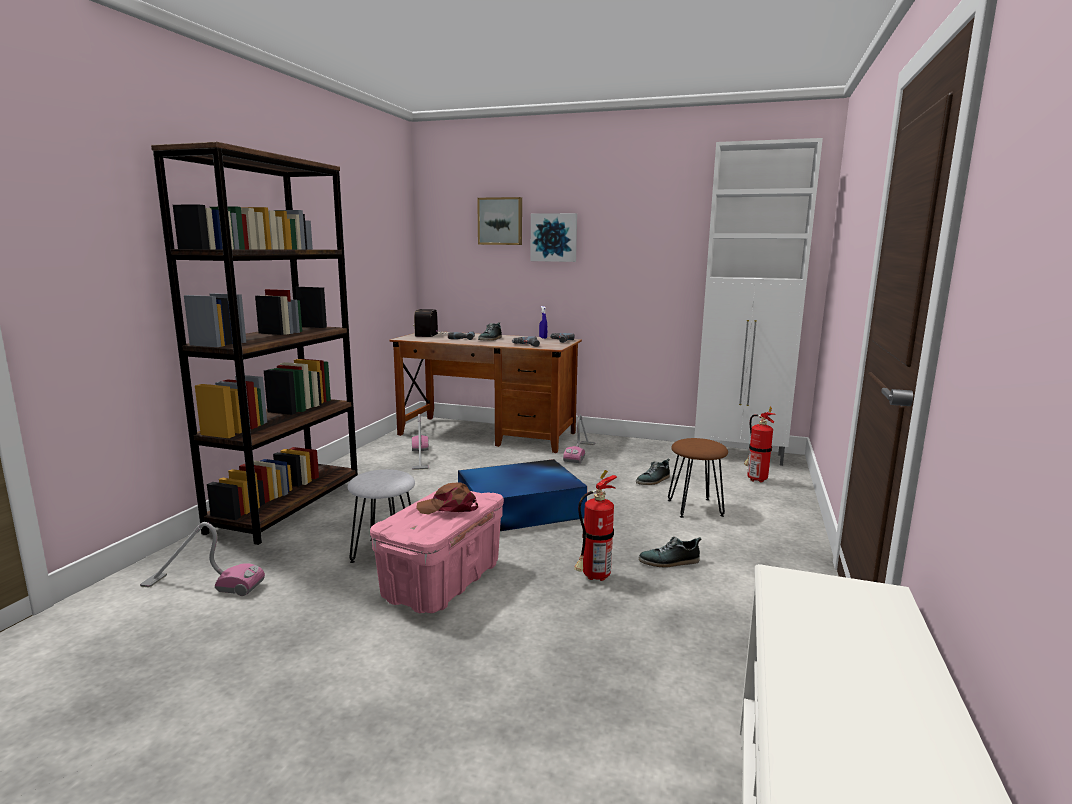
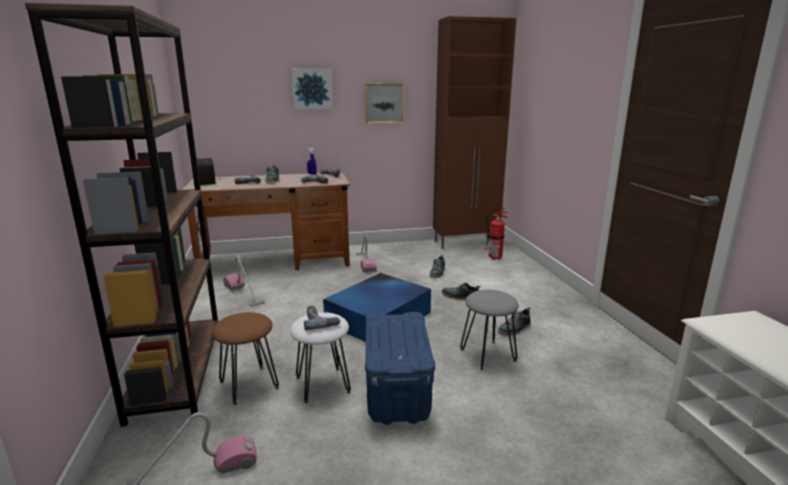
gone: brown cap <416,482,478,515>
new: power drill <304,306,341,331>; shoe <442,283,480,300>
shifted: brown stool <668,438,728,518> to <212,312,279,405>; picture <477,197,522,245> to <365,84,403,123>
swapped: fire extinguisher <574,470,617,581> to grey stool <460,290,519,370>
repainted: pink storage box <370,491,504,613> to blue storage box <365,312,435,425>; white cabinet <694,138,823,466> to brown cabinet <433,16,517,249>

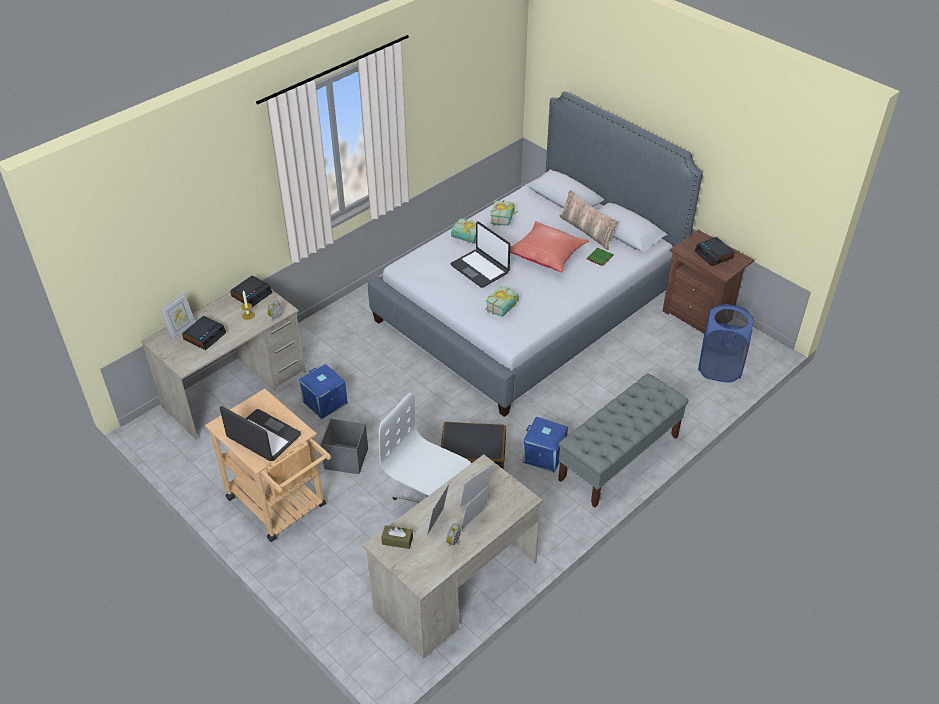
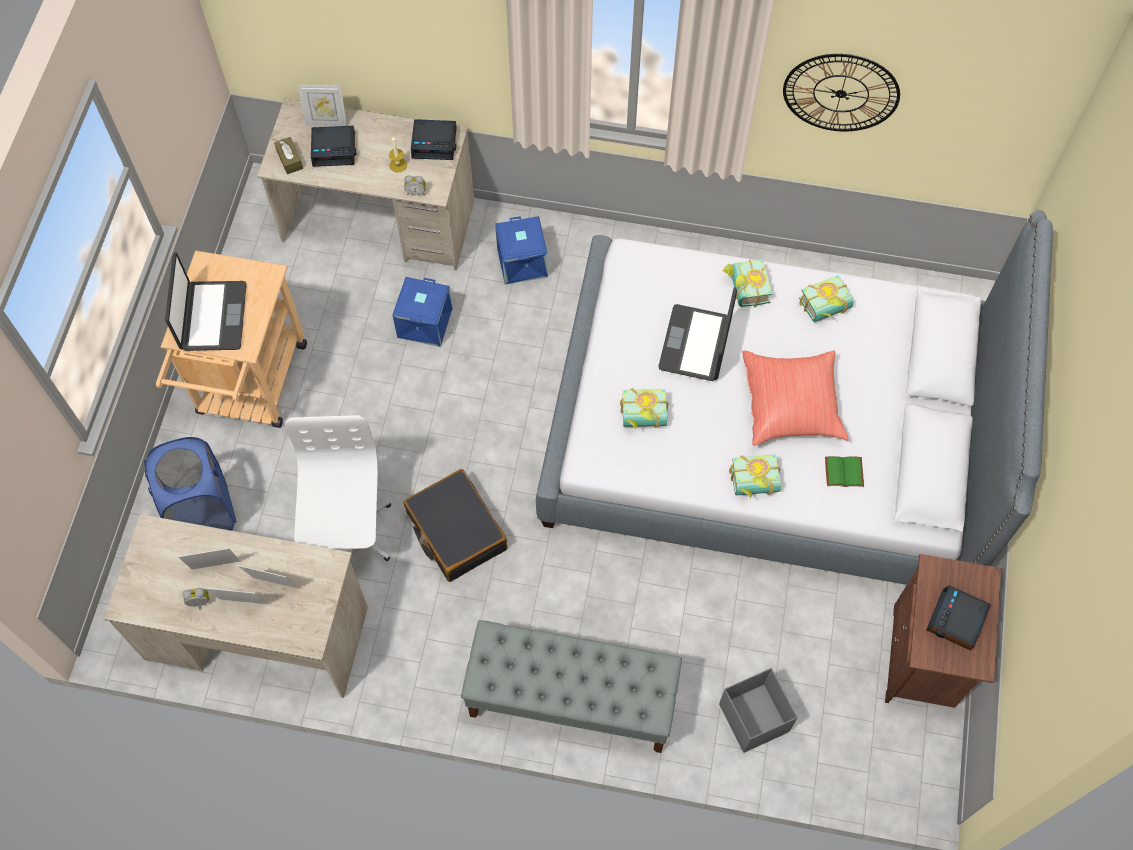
gone: pillow <560,190,618,250>
new: book <729,454,781,498>; wall clock <783,54,900,131>
shifted: blue laundry basket <698,304,754,383> to <144,437,236,531>; brown tissue box <381,525,413,549> to <274,137,303,174>; blue storage box <522,417,568,473> to <495,216,548,284>; grey storage box <321,419,368,474> to <719,668,798,753>

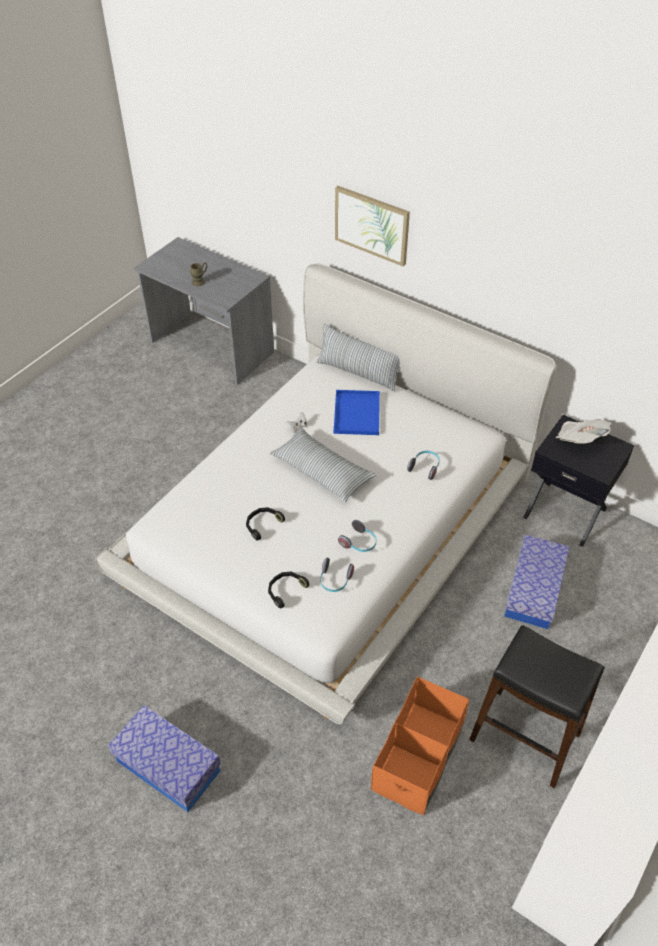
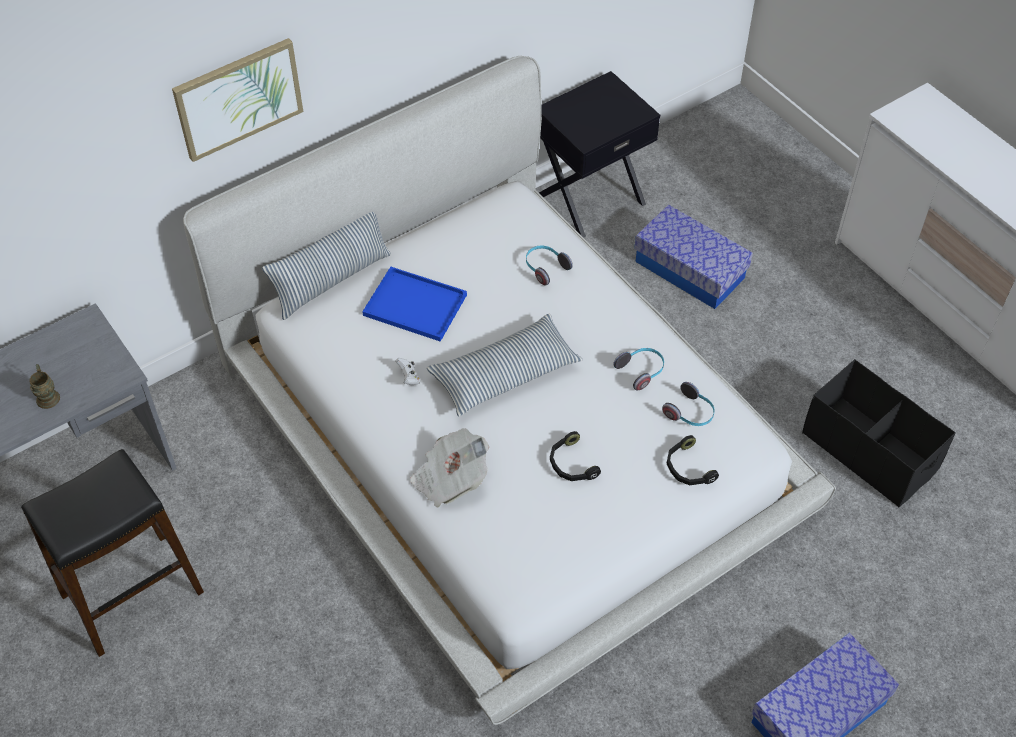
shifted: black stool <469,625,605,788> to <21,449,204,657>; newspaper <556,419,611,444> to <411,428,489,508>
repainted: orange storage box <371,676,469,815> to black storage box <802,359,956,508>

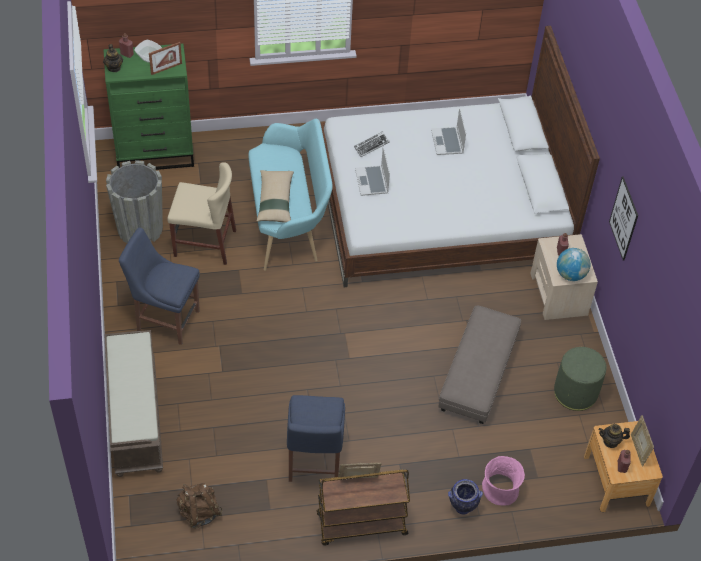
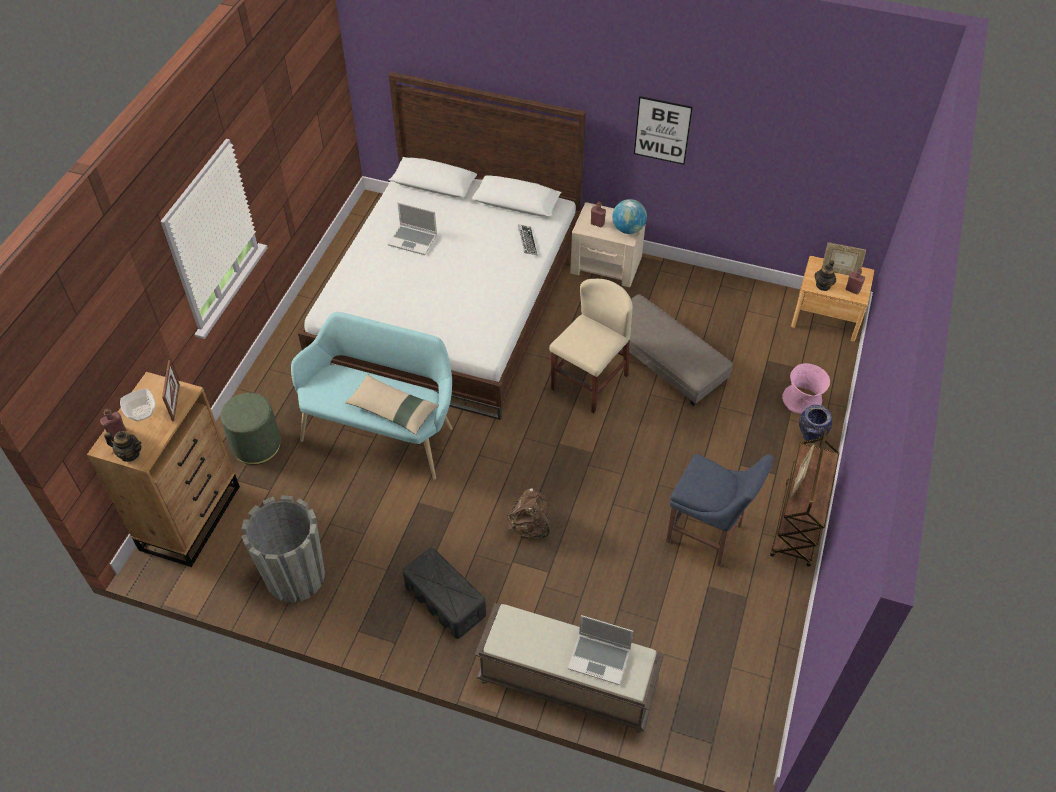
shifted: green ottoman <554,347,606,411> to <220,393,281,465>; brown backpack <176,483,223,528> to <507,488,550,539>; keyboard <354,131,390,157> to <518,224,538,255>; beige chair <167,162,236,265> to <549,279,633,413>; laptop <355,147,390,196> to <568,615,633,685>
swapped: blue chair <119,228,200,345> to black storage box <403,548,486,639>
repainted: green dresser <104,44,194,170> to brown dresser <87,372,240,567>

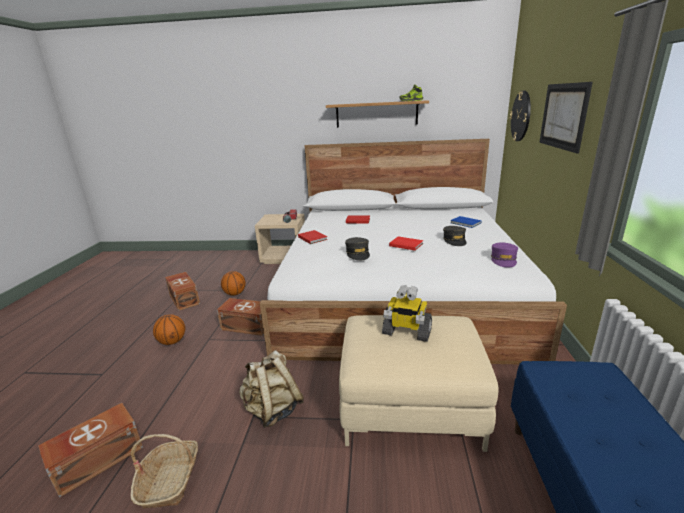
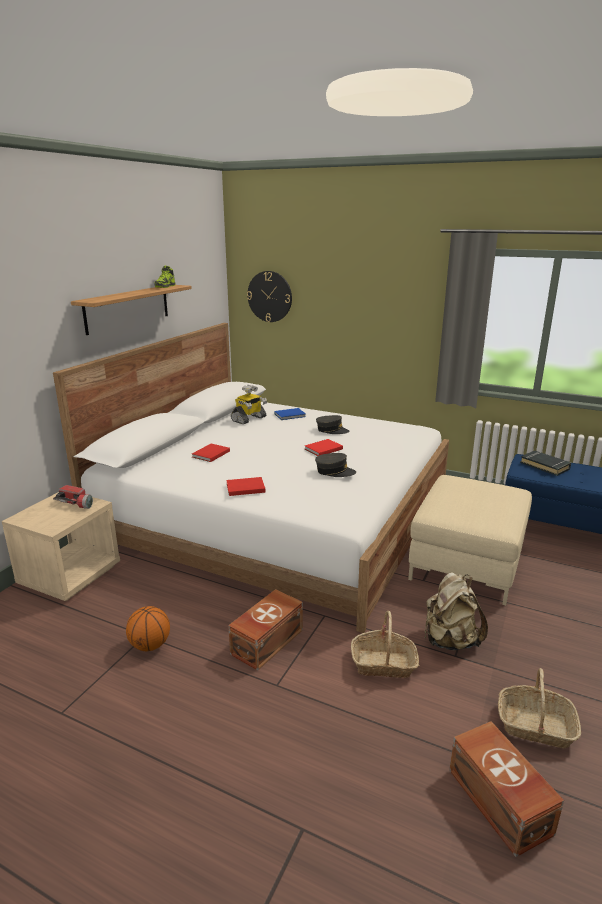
gone: basketball <153,314,185,345>; brown storage box <165,272,200,311>; purple cap <491,243,518,268>; picture <539,82,593,154>
new: basket <351,611,419,678>; black book <520,450,571,476>
shifted: toy robot <382,285,432,342> to <231,385,267,424>

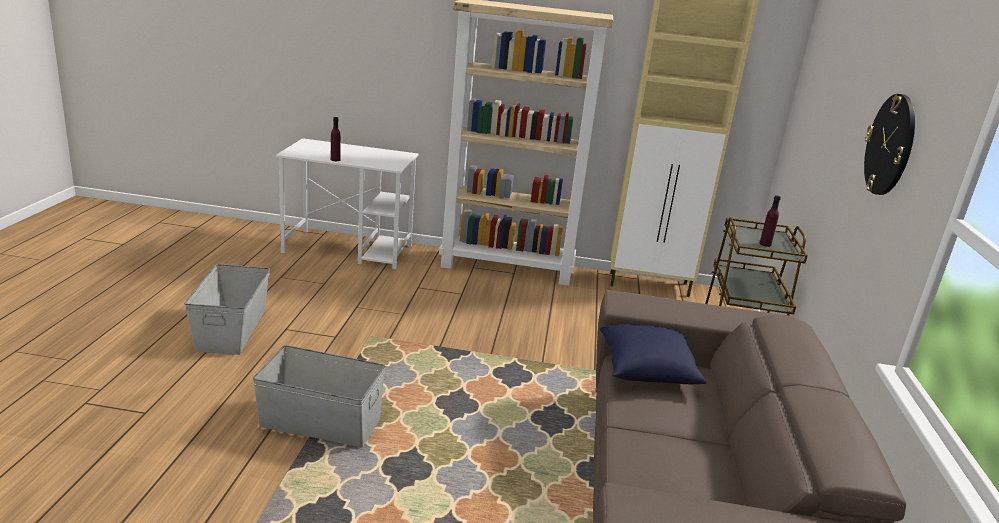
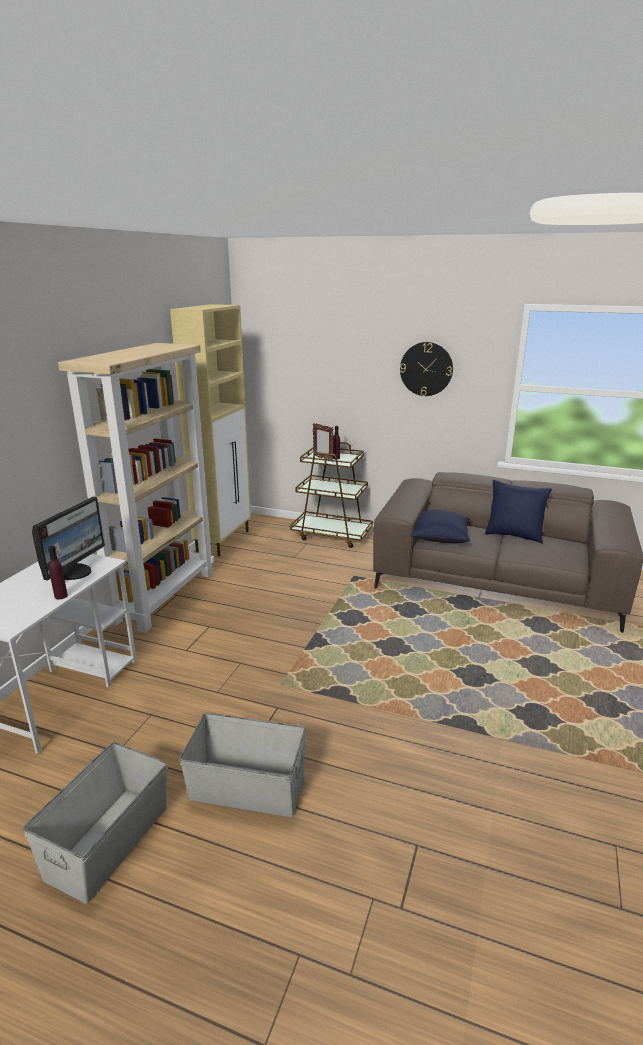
new: monitor <32,496,105,581>; picture frame <313,423,333,462>; blue pillow <485,480,552,544>
shifted: grey storage box <253,345,385,447> to <23,742,167,904>

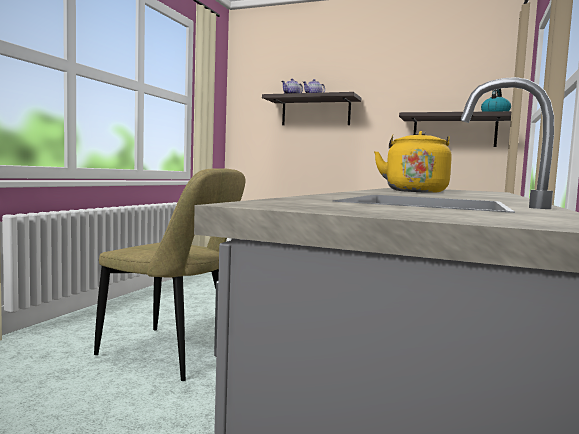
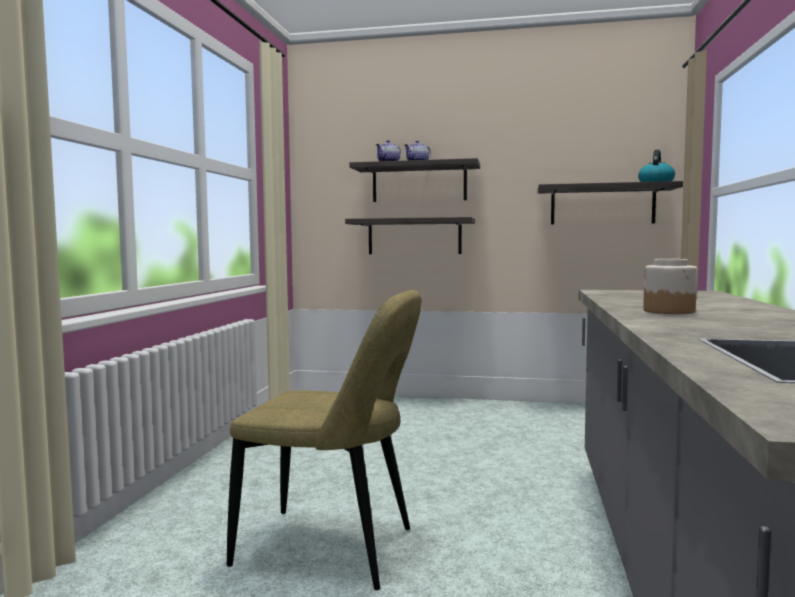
new: shelf <345,217,475,254>
swapped: yellow kettle <374,131,452,193> to jar <643,259,697,314>

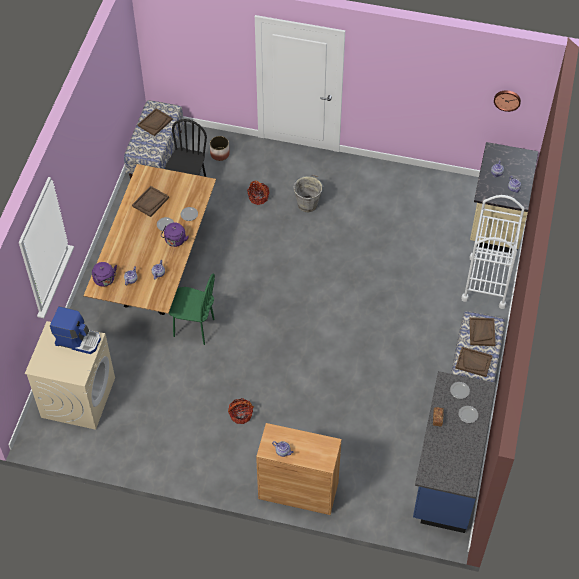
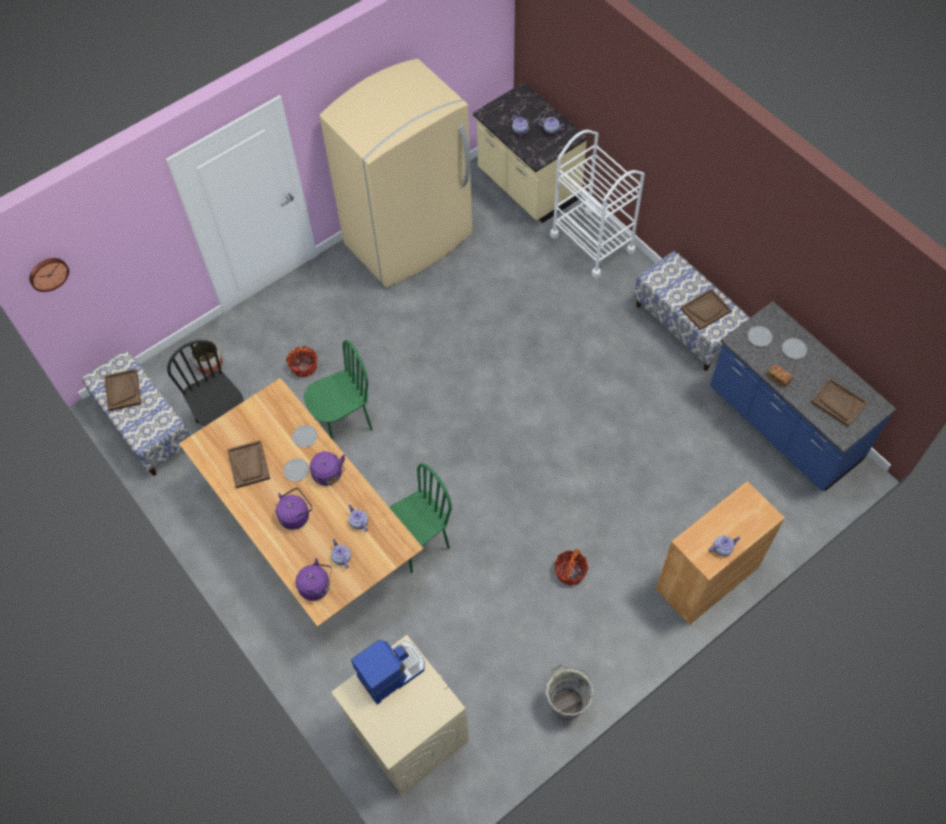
new: purple kettle <276,488,313,530>; green chair <304,340,373,441>; beige fridge <319,59,472,288>
shifted: wall clock <494,91,521,112> to <29,258,69,292>; grey bucket <293,174,324,212> to <545,665,594,720>; brown tray <469,317,496,346> to <810,378,868,427>

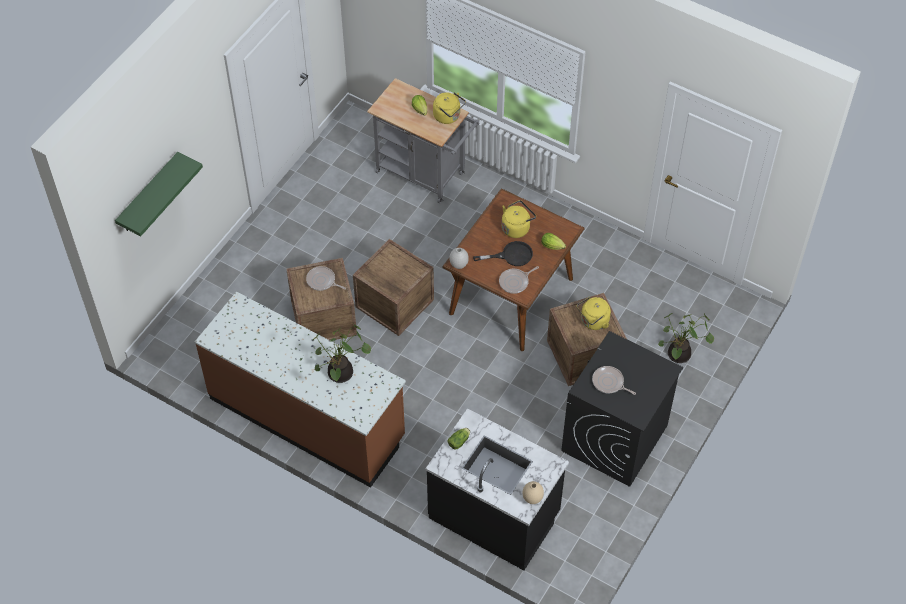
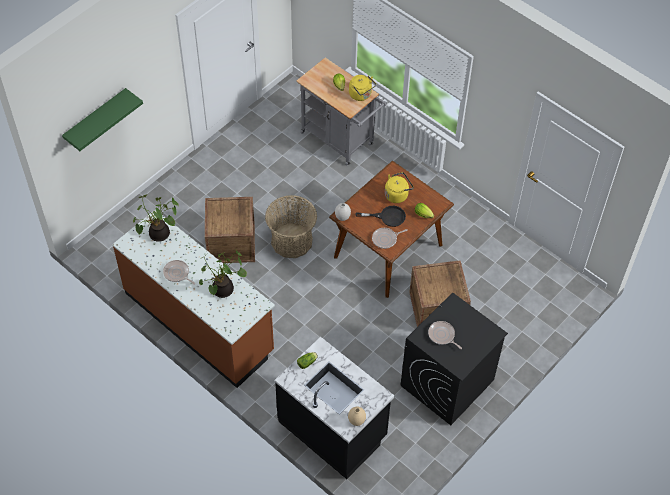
gone: yellow kettle <577,297,611,330>
shifted: potted plant <658,313,714,363> to <133,195,179,242>; frying pan <306,266,346,291> to <163,260,196,285>
swapped: crate <353,239,434,336> to basket <265,195,317,258>

